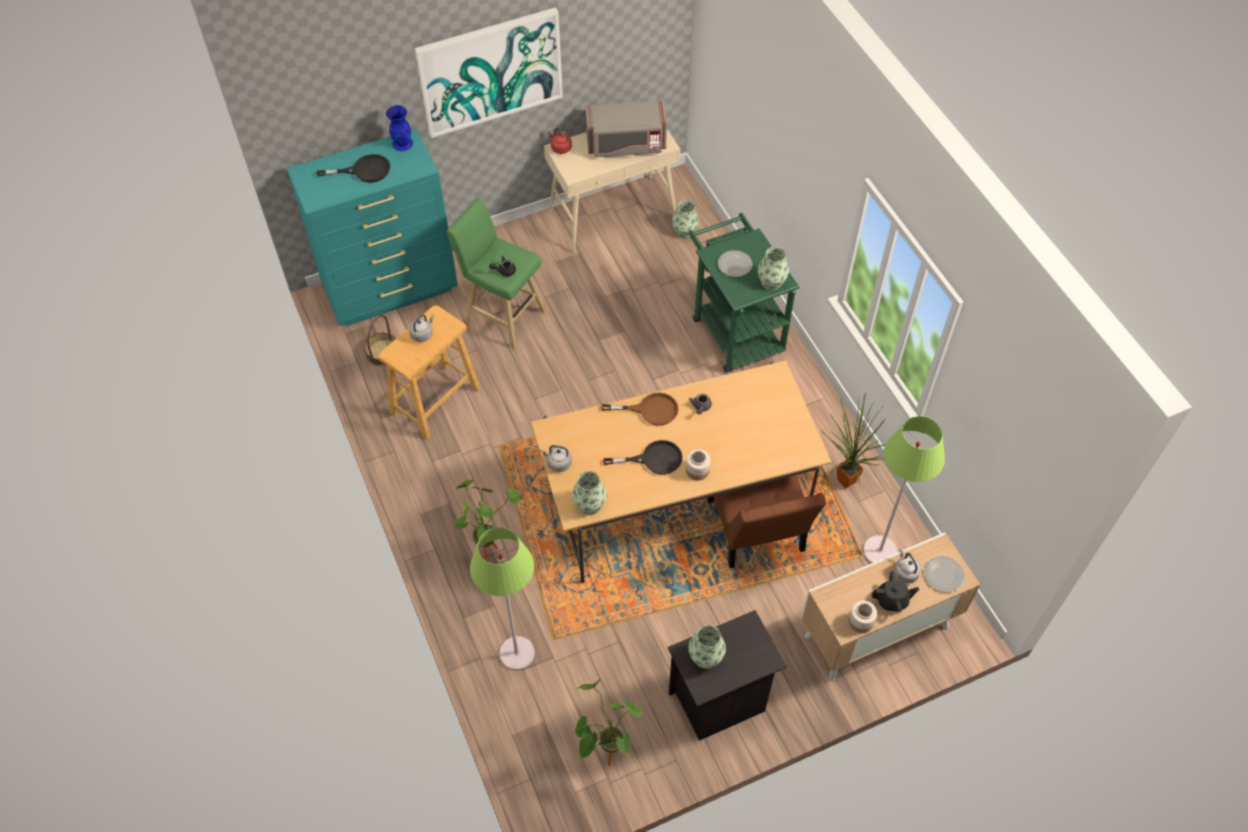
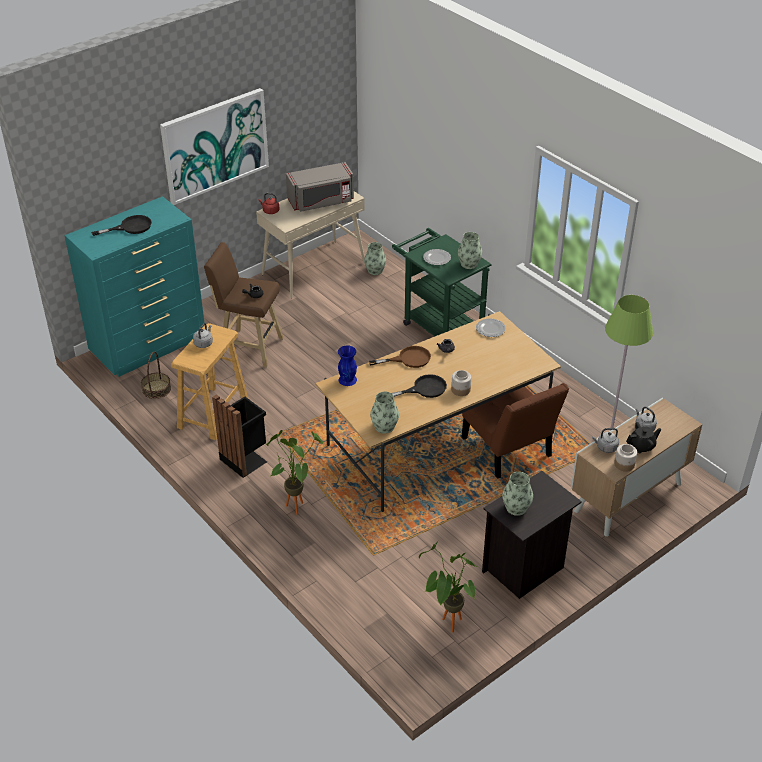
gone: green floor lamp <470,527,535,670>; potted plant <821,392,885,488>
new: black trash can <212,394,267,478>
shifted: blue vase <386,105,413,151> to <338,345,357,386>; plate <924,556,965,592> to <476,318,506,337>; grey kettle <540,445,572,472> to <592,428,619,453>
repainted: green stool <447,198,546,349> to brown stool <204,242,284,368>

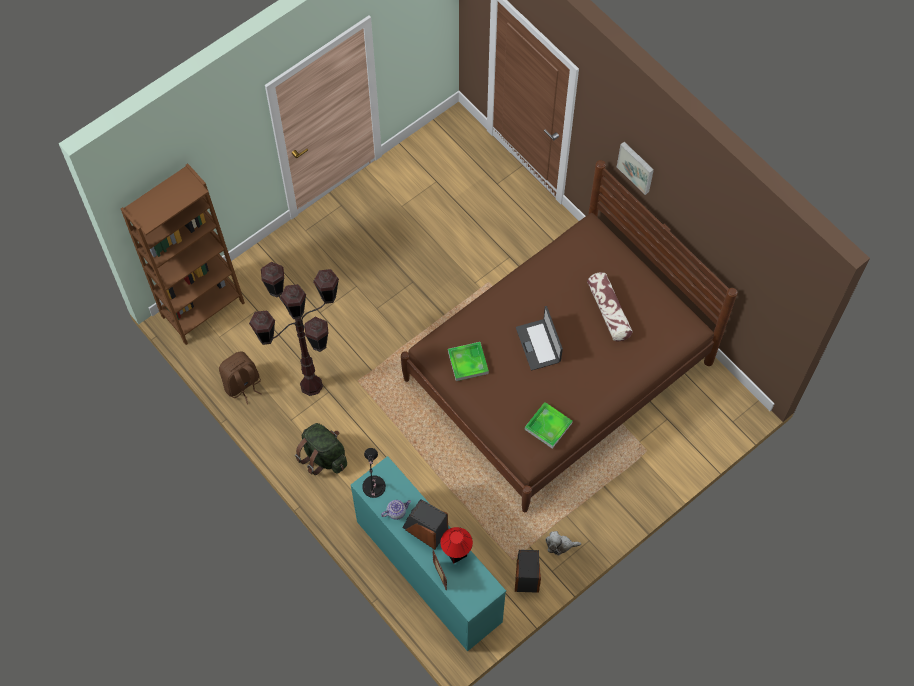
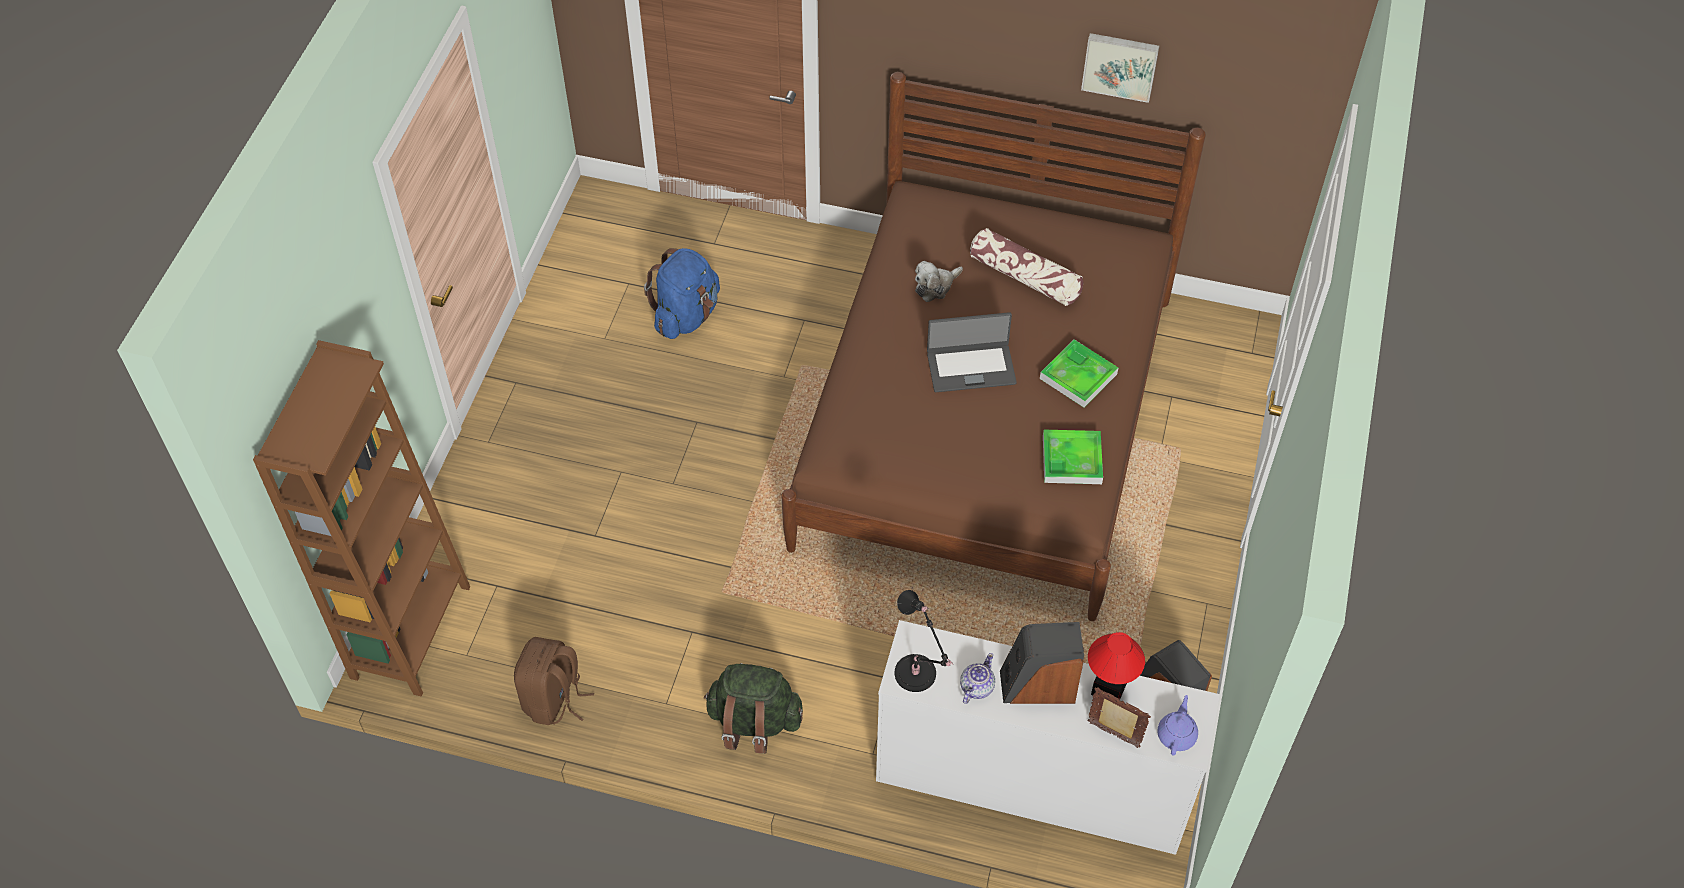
gone: brown floor lamp <249,262,339,396>
new: blue backpack <644,248,720,339>; purple teapot <1157,695,1198,756>
shifted: plush toy <545,531,581,555> to <915,261,963,302>; tray <448,342,489,381> to <1040,339,1118,407>; picture <617,142,654,195> to <1081,33,1159,103>
repainted: turquoise dresser <351,456,506,651> to white dresser <876,620,1220,855>
rotated: laptop <516,306,563,370> = <927,312,1017,392> 45 degrees counterclockwise

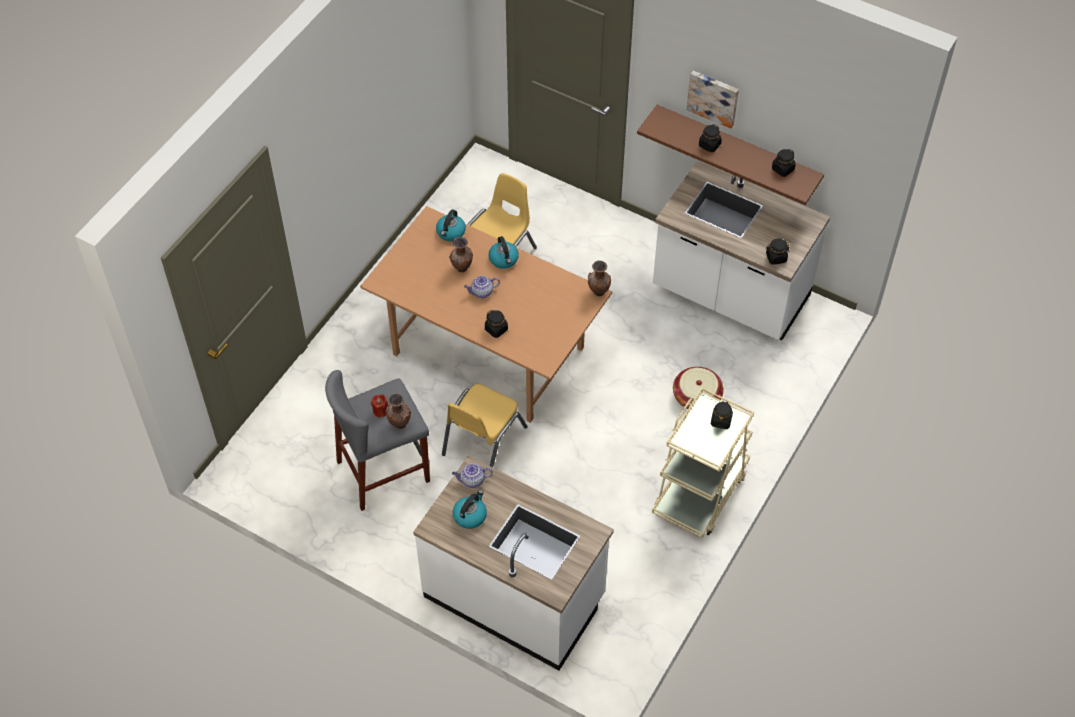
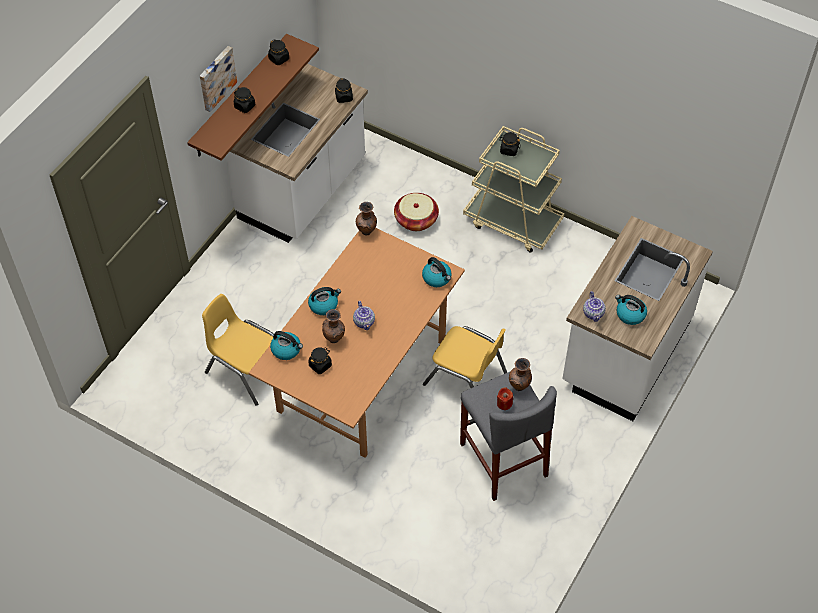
new: kettle <422,257,452,287>
shifted: black jar <485,310,508,338> to <309,347,332,374>

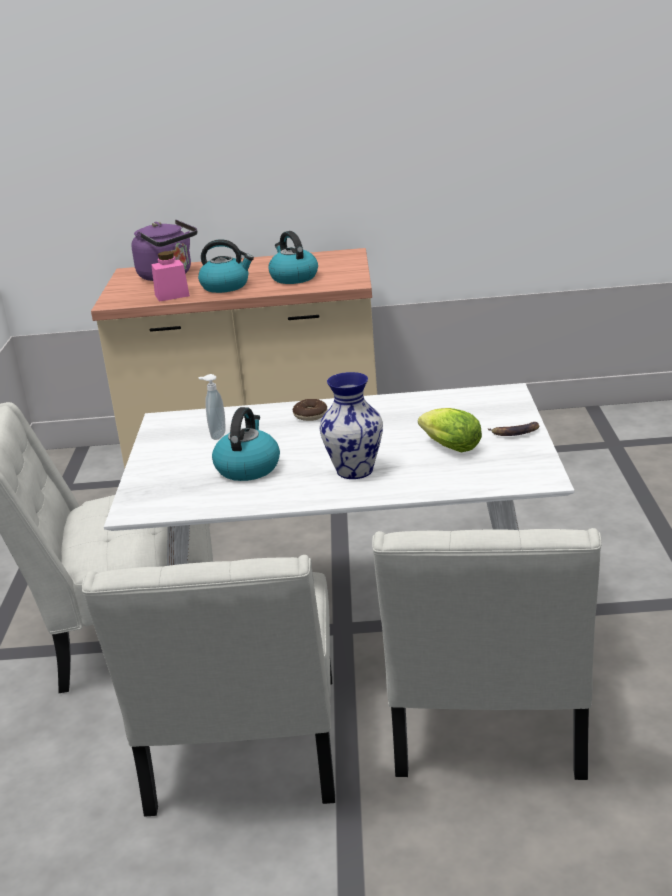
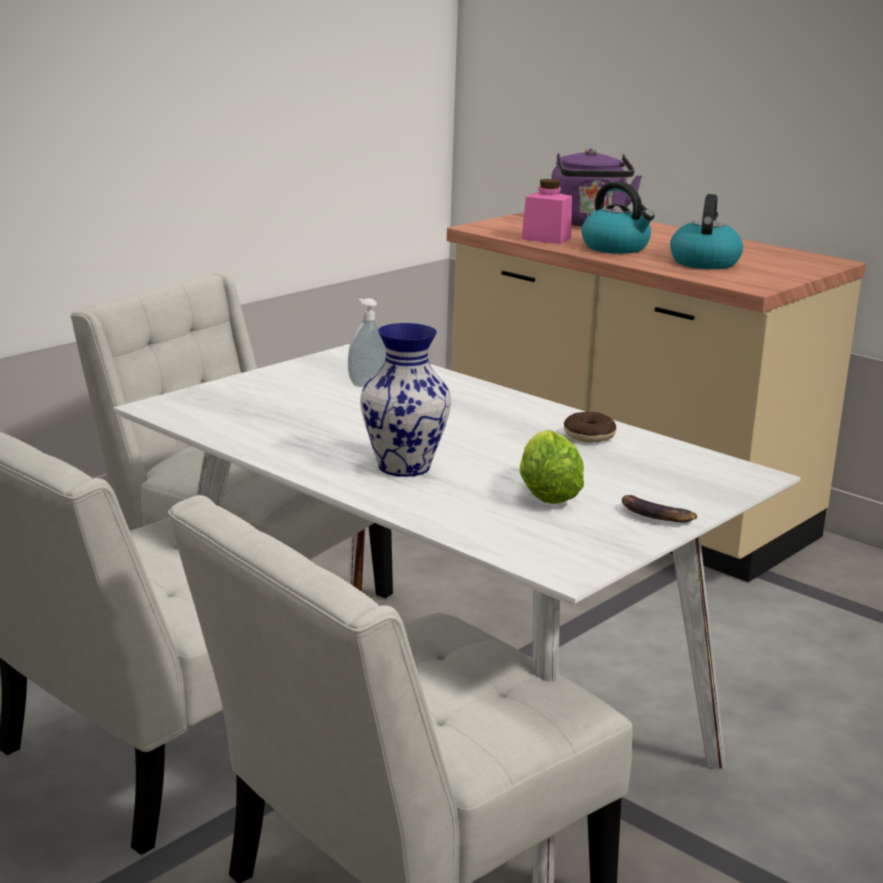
gone: kettle <212,407,280,481>
shifted: donut <292,399,327,421> to <564,412,616,443>

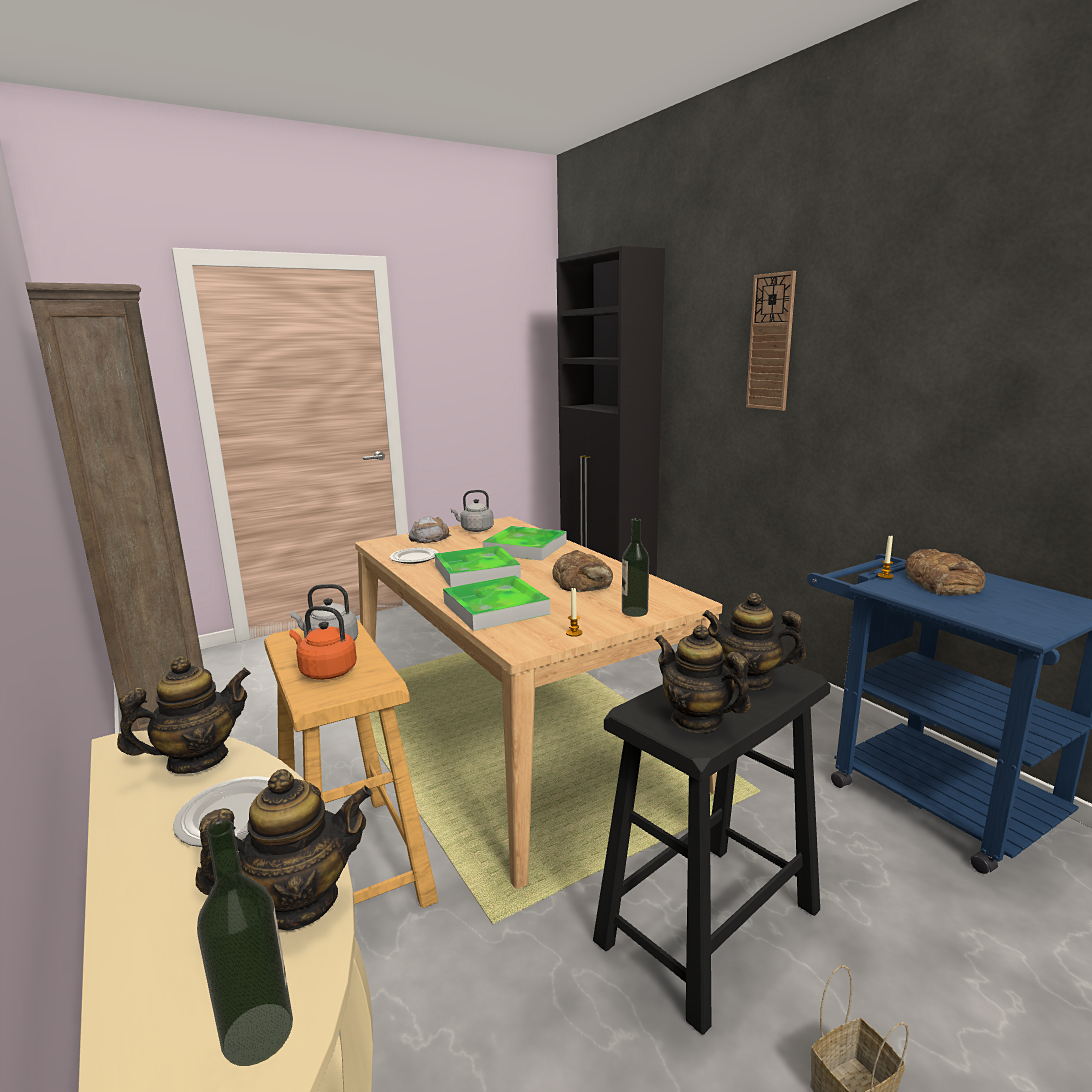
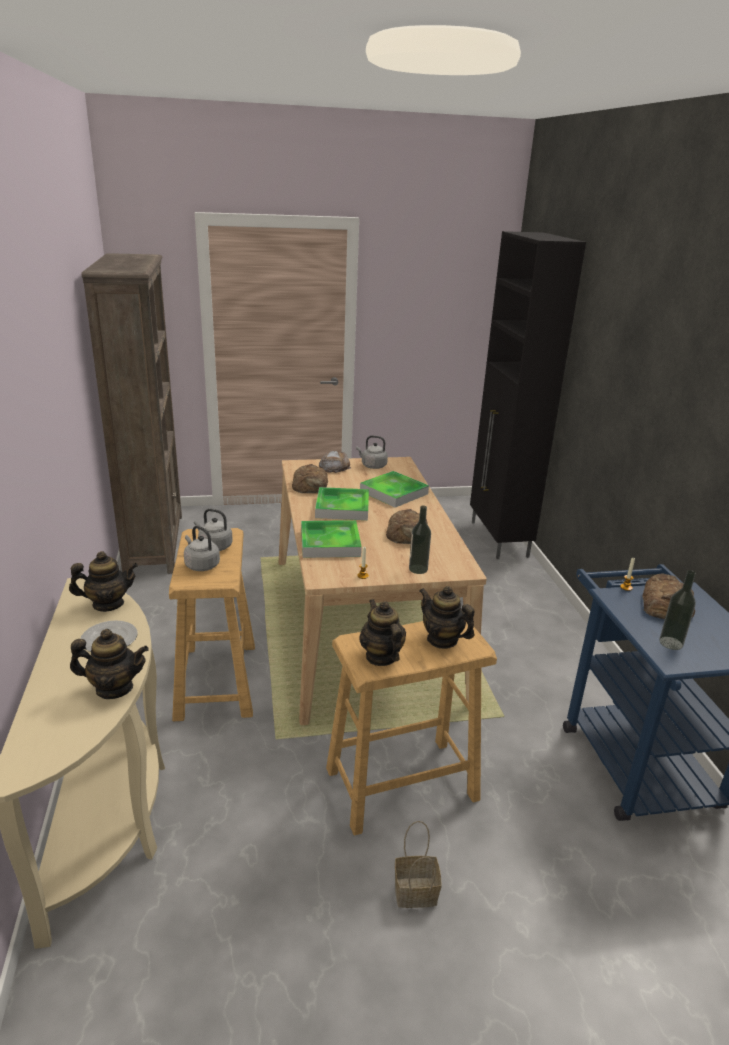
gone: wall clock <746,271,796,411>
shifted: bottle <197,820,293,1066> to <659,570,696,650>
swapped: plate <390,548,439,564> to bread <292,464,328,493>
repainted: orange kettle <289,606,357,680> to grey kettle <184,526,220,571>; black stool <593,660,831,1035> to beige stool <326,621,497,835>

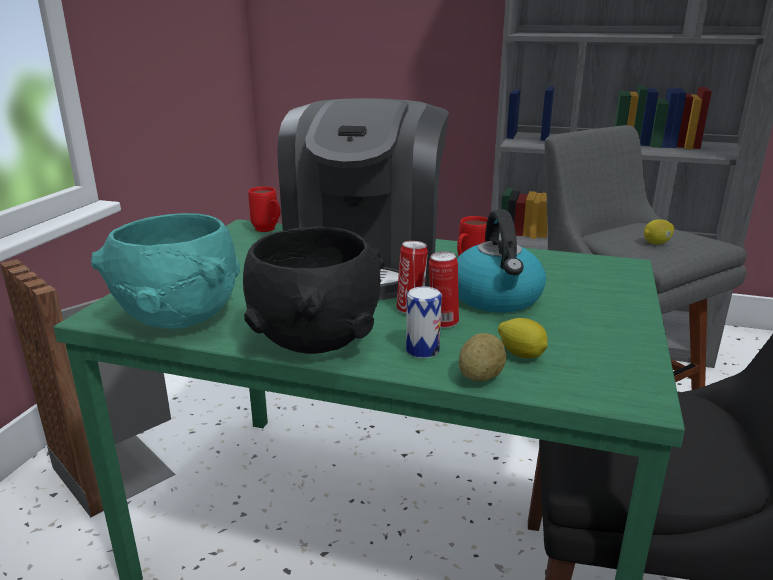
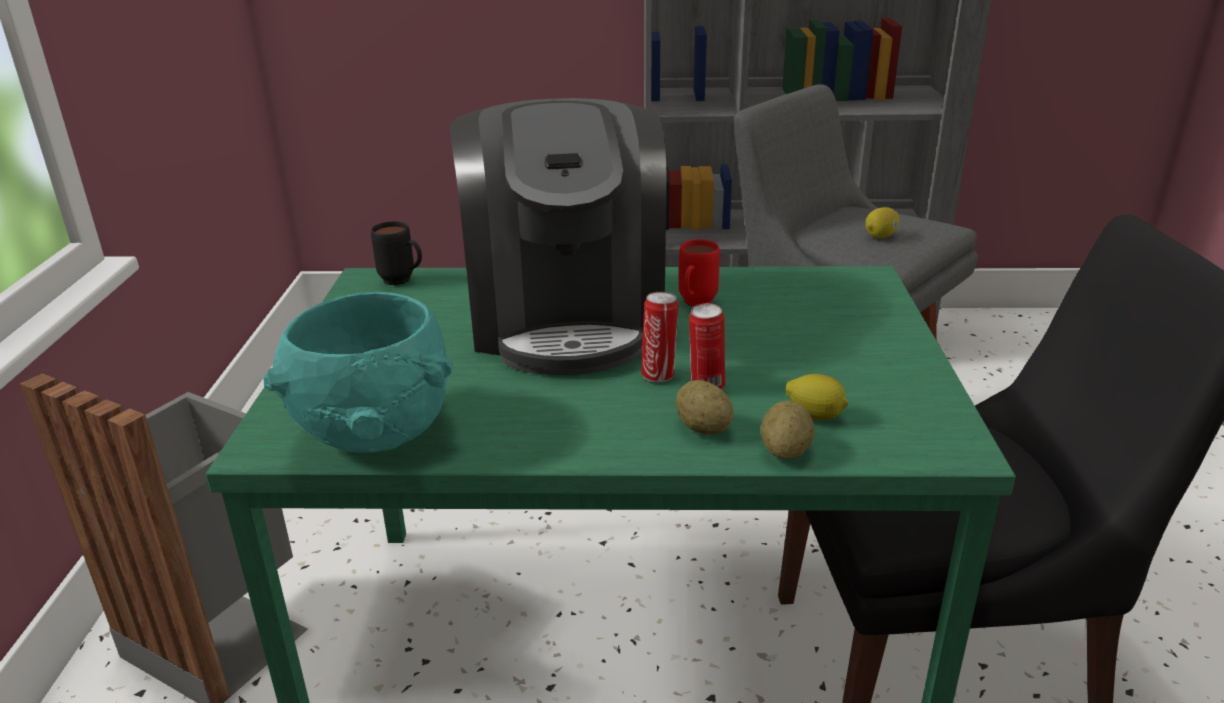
gone: black bowl <243,227,385,354>; kettle <457,210,546,313>
swapped: can <406,286,442,358> to potato <676,380,733,435>
repainted: red mug <248,186,280,232> to black mug <371,221,422,285>

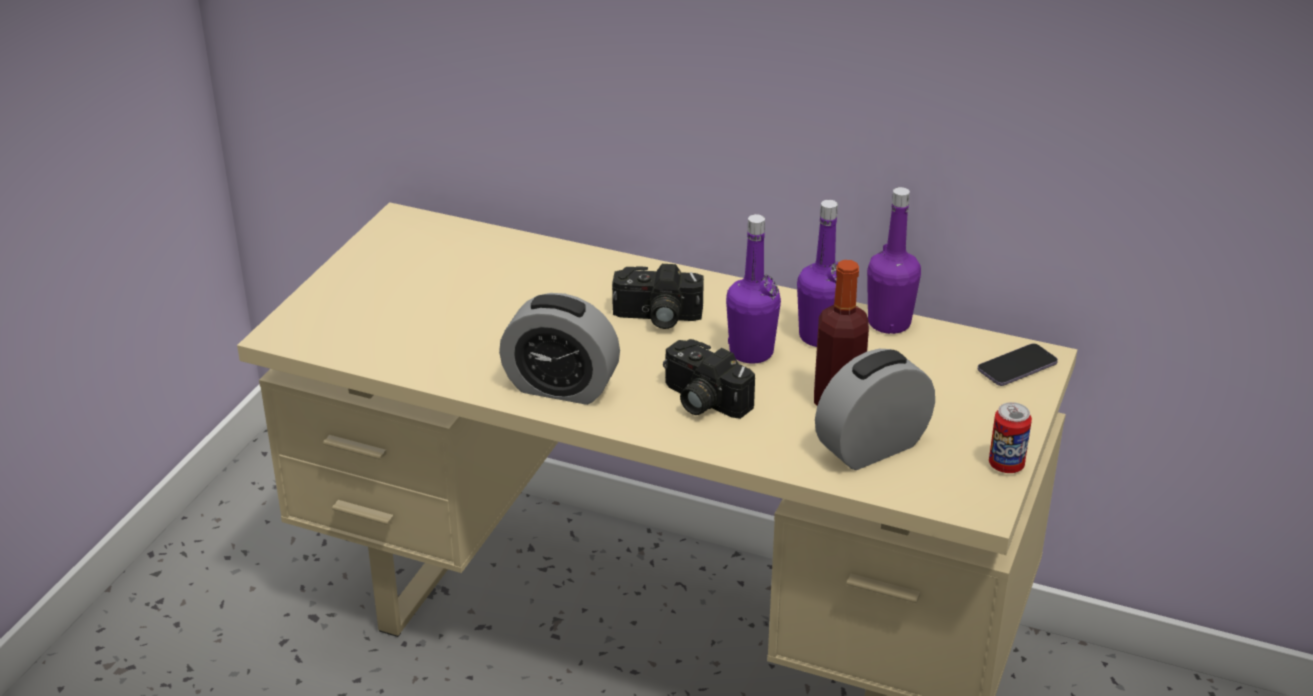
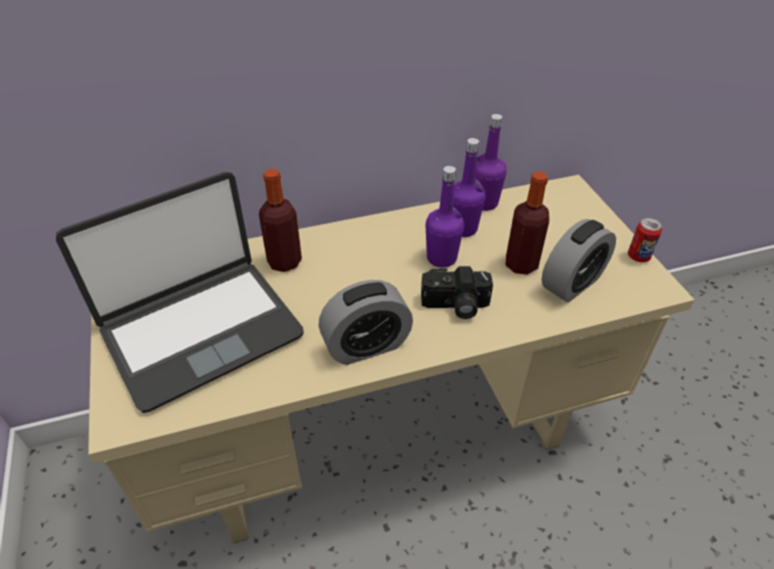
gone: photo camera <612,264,704,329>; phone <978,343,1058,386>
new: laptop <56,172,304,413>; bottle <259,169,302,272>
rotated: alarm clock <815,349,935,470> = <542,219,616,302> 150 degrees counterclockwise

